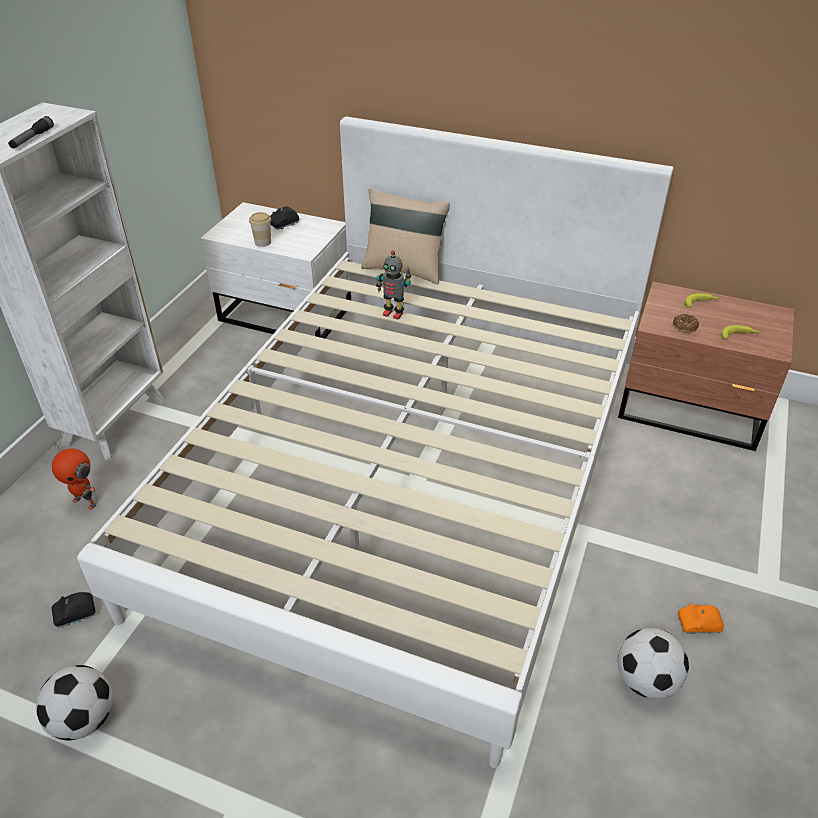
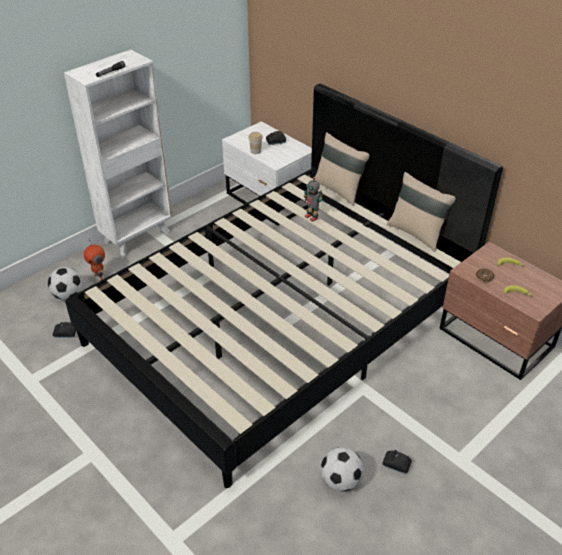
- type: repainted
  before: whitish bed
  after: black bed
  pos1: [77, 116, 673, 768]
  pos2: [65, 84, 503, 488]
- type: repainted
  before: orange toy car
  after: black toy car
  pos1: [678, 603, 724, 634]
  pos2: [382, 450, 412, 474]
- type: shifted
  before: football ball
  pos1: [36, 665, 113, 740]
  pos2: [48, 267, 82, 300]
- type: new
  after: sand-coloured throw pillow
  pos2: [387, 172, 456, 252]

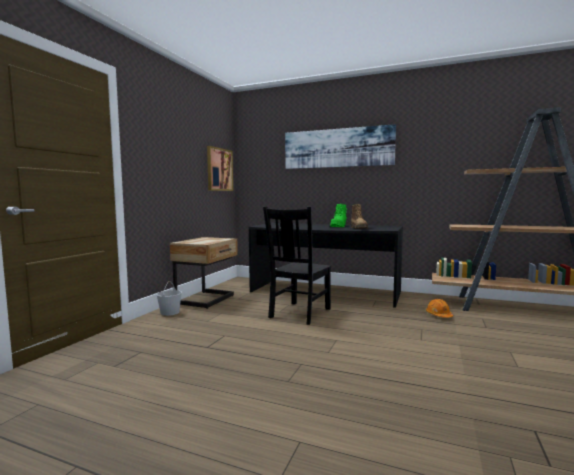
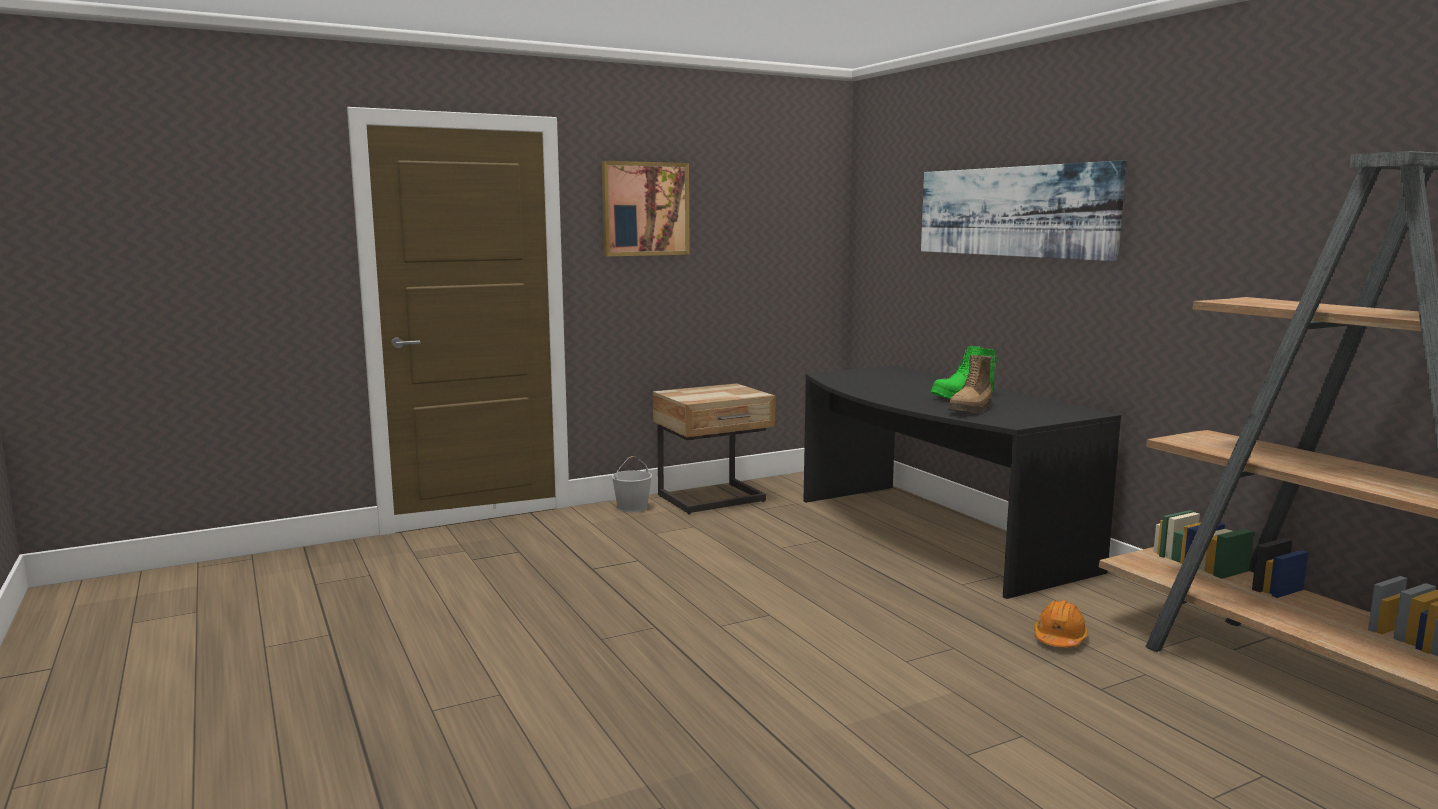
- type: shifted
  before: picture
  pos1: [207, 146, 233, 191]
  pos2: [602, 161, 690, 256]
- type: gone
  before: black upright chair
  pos1: [263, 206, 331, 325]

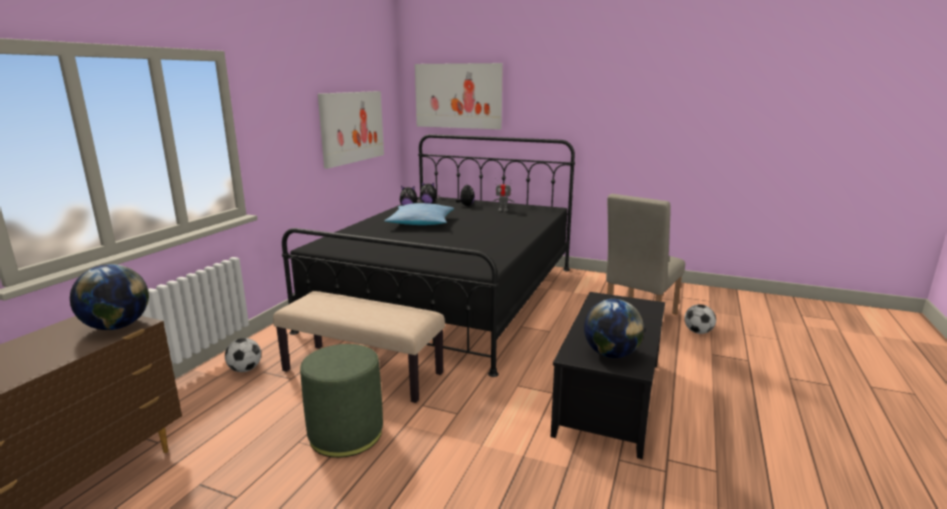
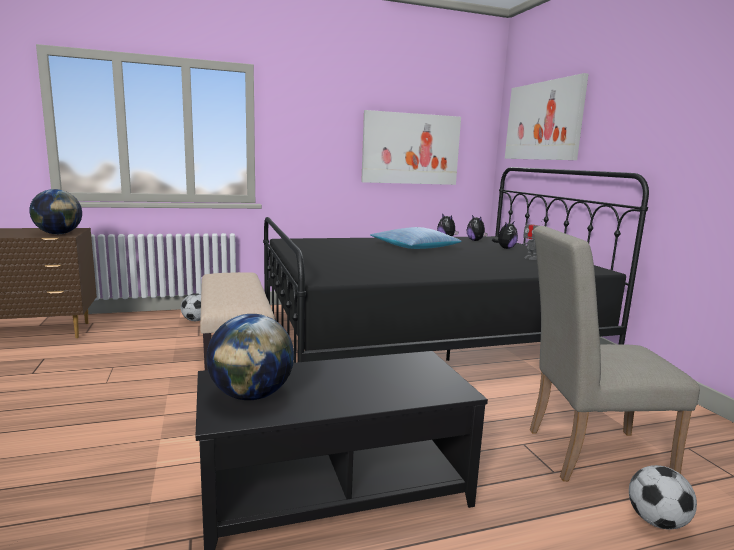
- type: gone
  before: green pouffe
  pos1: [300, 344, 383, 458]

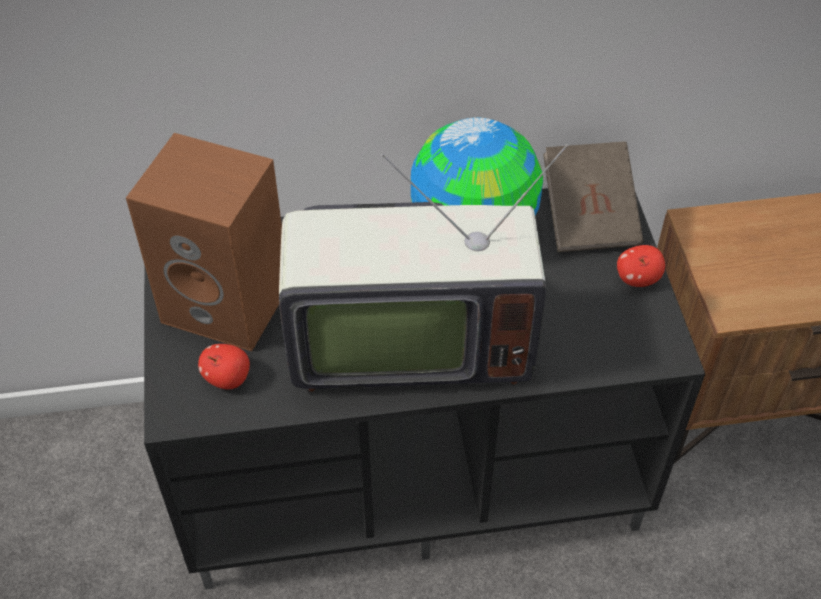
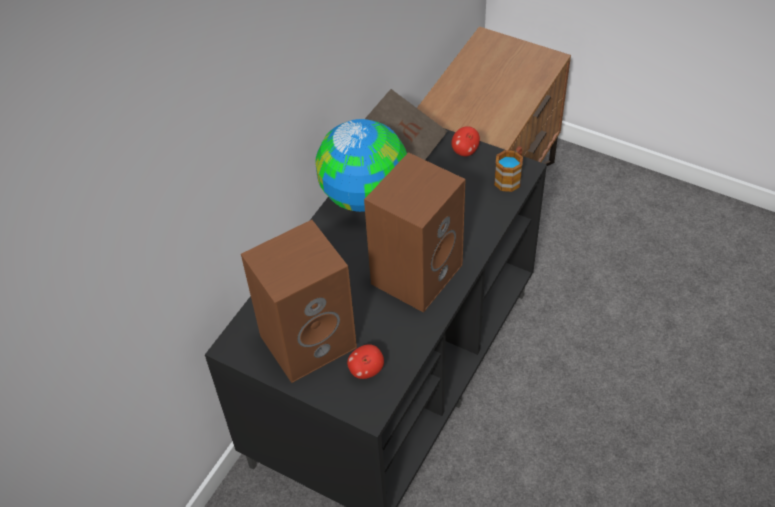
- type: swapped
  before: television
  after: brown-coloured audio speaker
  pos1: [279, 144, 569, 392]
  pos2: [364, 152, 466, 313]
- type: new
  after: coffee mug
  pos2: [494, 146, 523, 192]

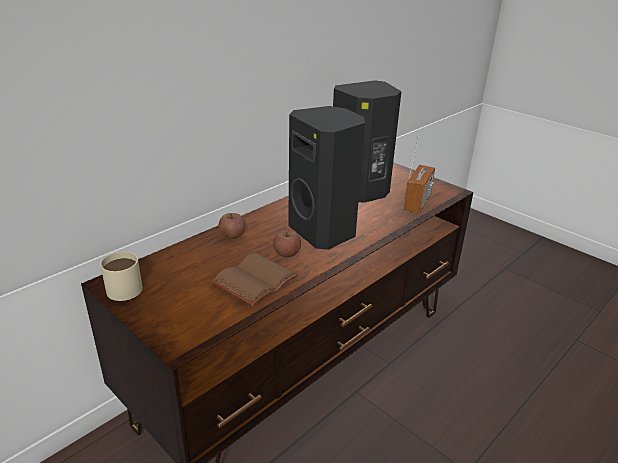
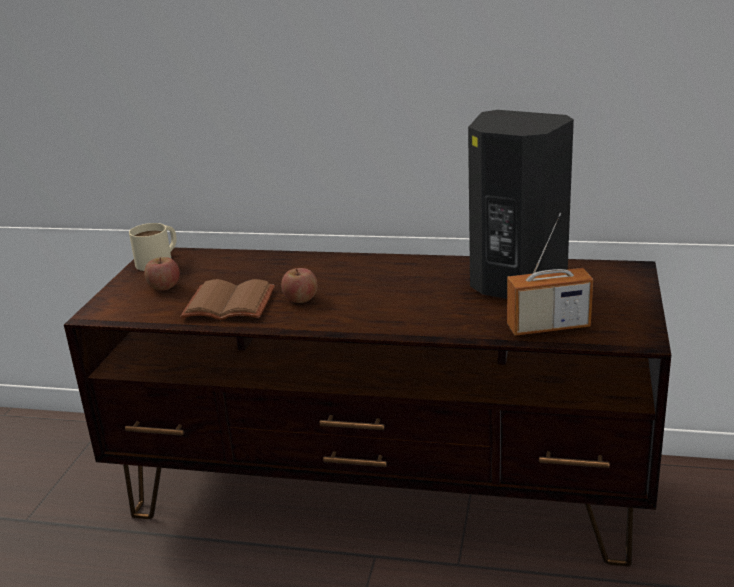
- type: gone
  before: black audio speaker
  pos1: [288, 106, 365, 250]
- type: shifted
  before: apple fruit
  pos1: [219, 213, 245, 239]
  pos2: [144, 257, 180, 290]

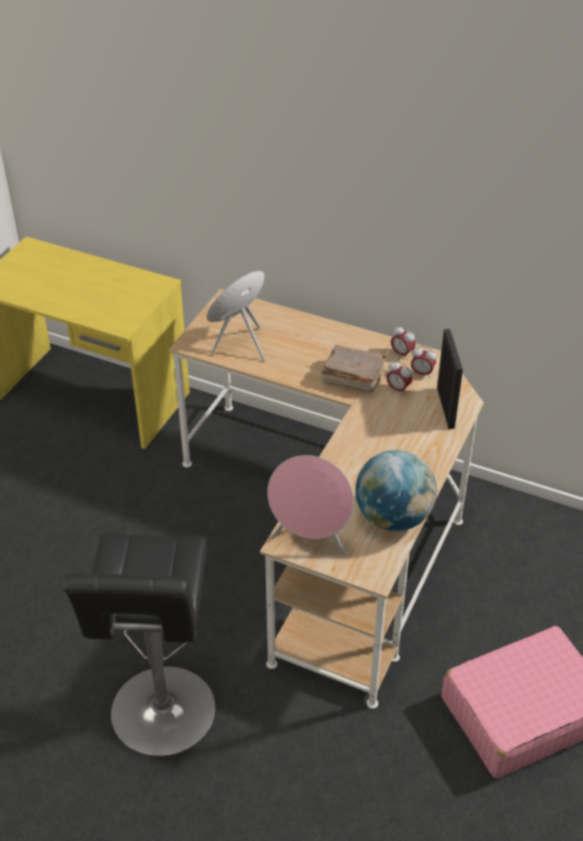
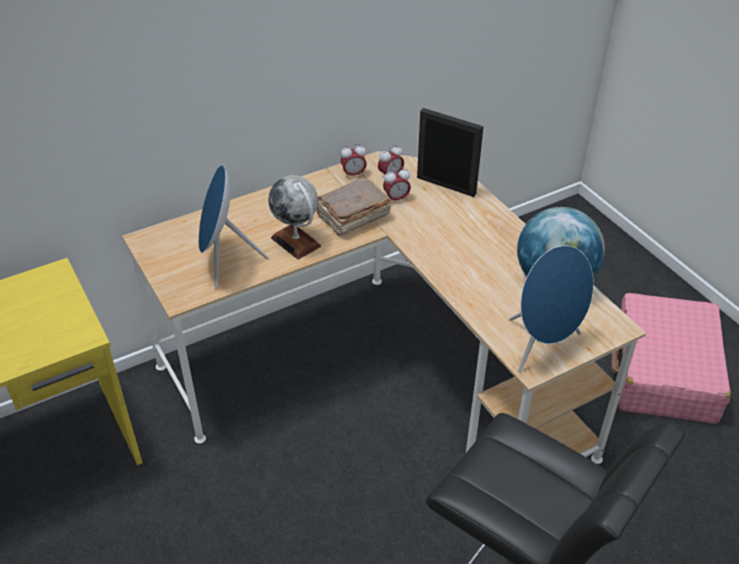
- type: repainted
  before: pink-coloured audio speaker
  after: blue-coloured audio speaker
  pos1: [267, 455, 354, 557]
  pos2: [509, 245, 594, 372]
- type: new
  after: desk globe
  pos2: [268, 175, 321, 260]

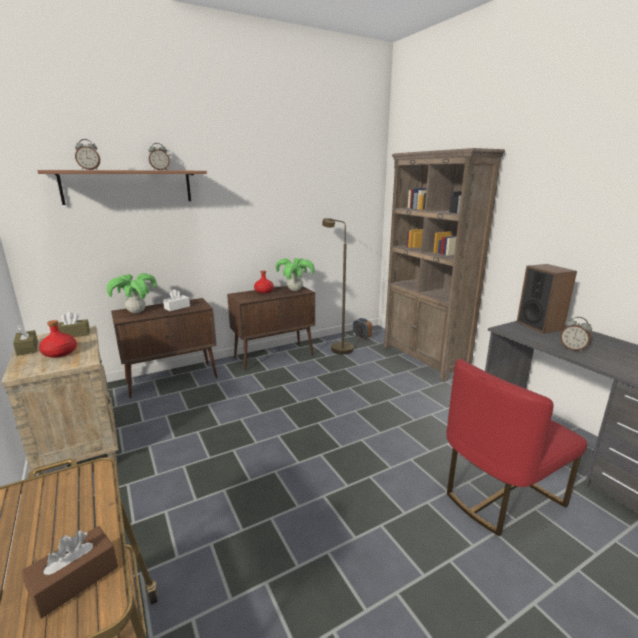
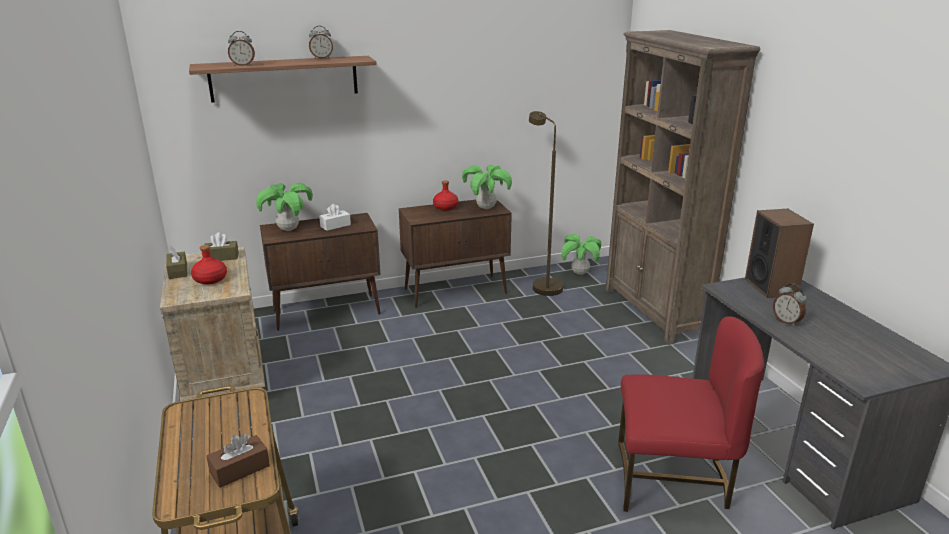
- type: swapped
  before: bedside clock
  after: potted plant
  pos1: [353, 318, 372, 340]
  pos2: [561, 233, 601, 275]
- type: rotated
  before: reddish upright chair
  pos1: [446, 359, 587, 536]
  pos2: [618, 316, 764, 512]
  turn: -150

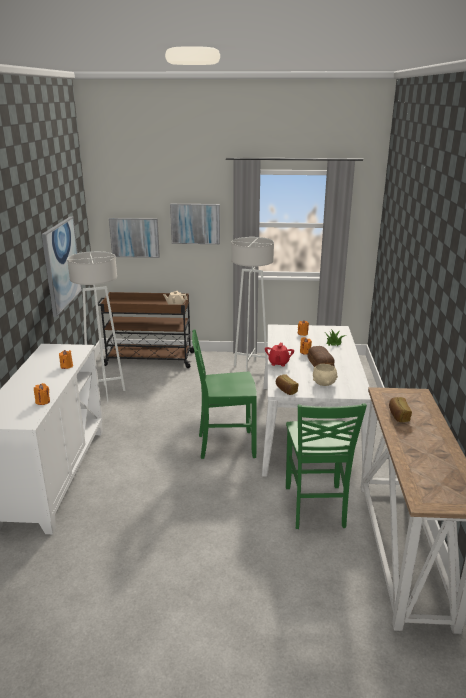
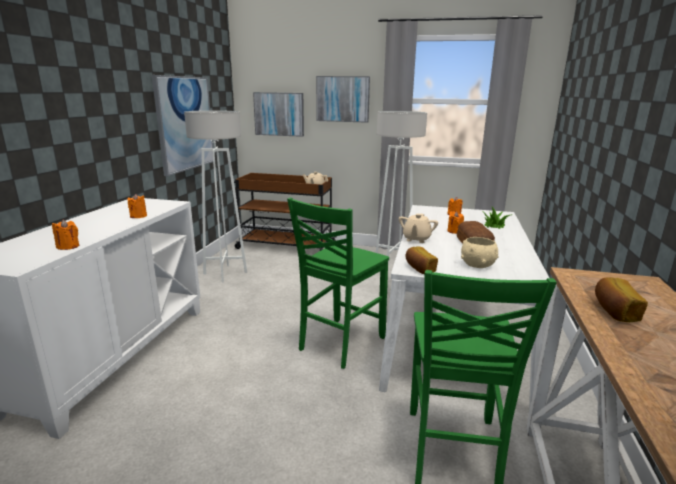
- type: rotated
  before: green upright chair
  pos1: [192, 330, 257, 459]
  pos2: [287, 198, 389, 369]
  turn: -60
- type: repainted
  before: reddish teapot
  after: sand-coloured teapot
  pos1: [265, 343, 294, 367]
  pos2: [399, 214, 438, 243]

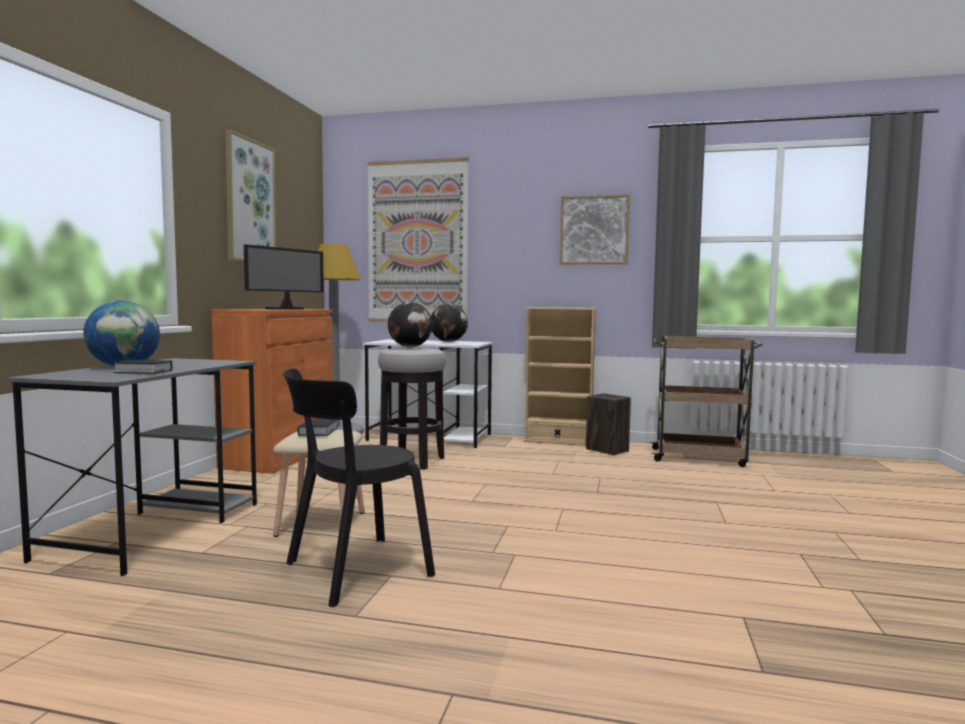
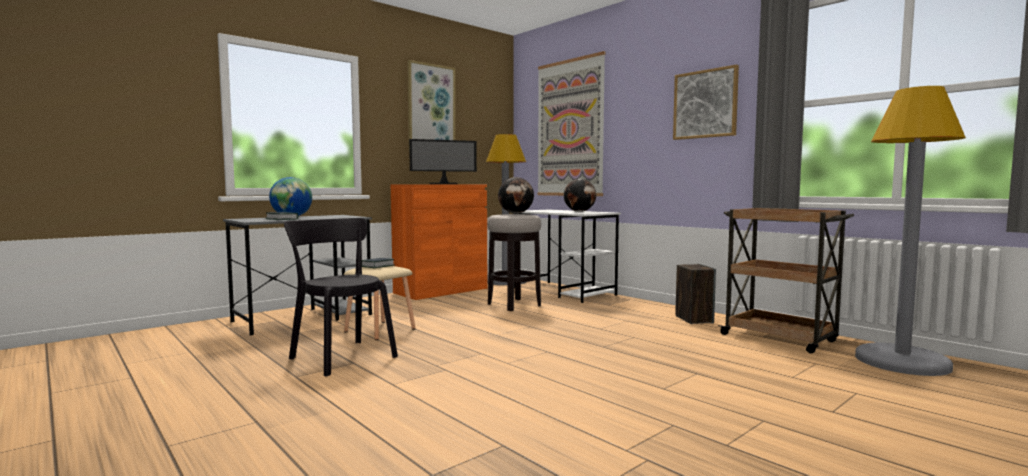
- type: gone
  before: sand-coloured shelving unit
  pos1: [523, 307, 597, 446]
- type: rotated
  before: black upright chair
  pos1: [282, 368, 435, 607]
  pos2: [284, 218, 398, 376]
  turn: 45
- type: new
  after: greyish standard lamp
  pos2: [855, 86, 966, 376]

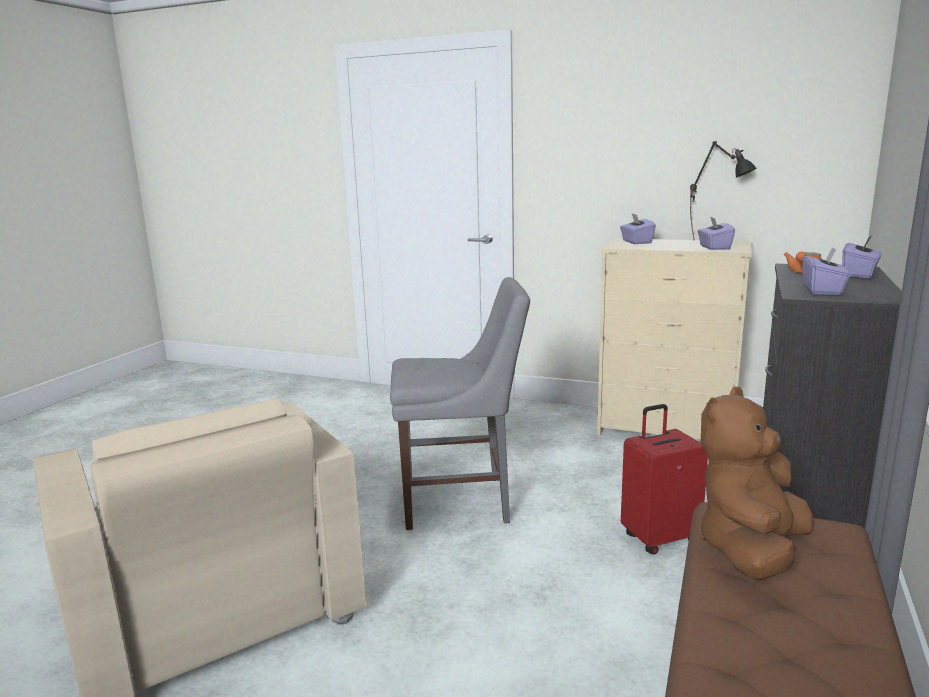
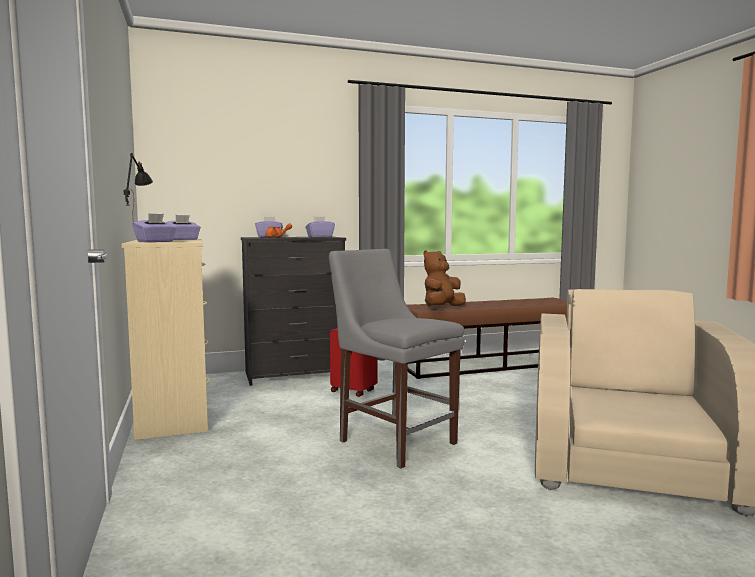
- type: rotated
  before: brown-coloured cuddly toy
  pos1: [698, 387, 814, 580]
  pos2: [423, 250, 466, 306]
  turn: 135

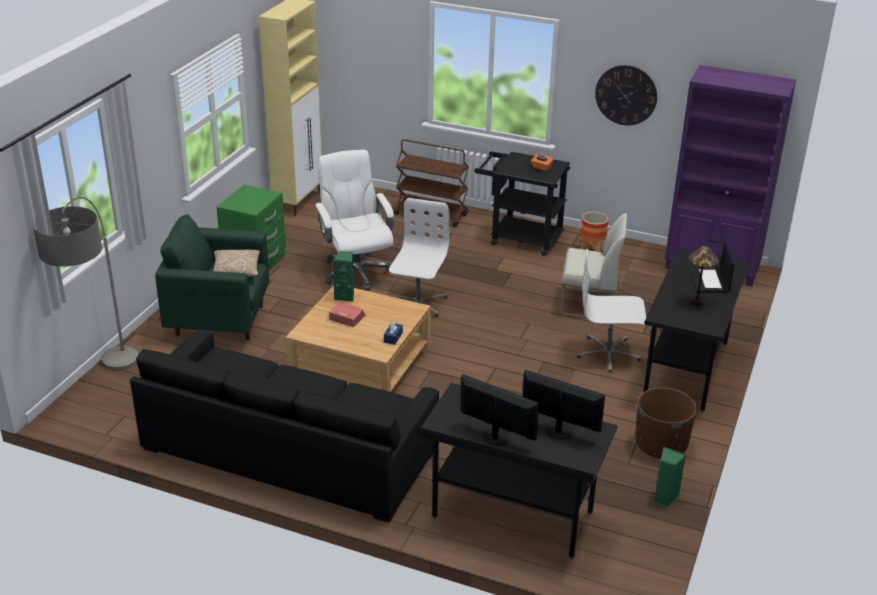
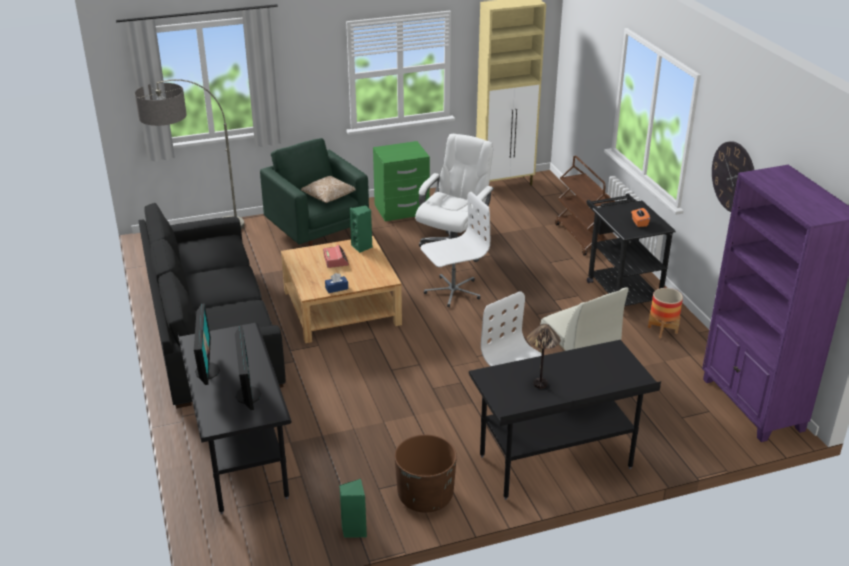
- type: gone
  before: notebook computer
  pos1: [689, 242, 735, 293]

